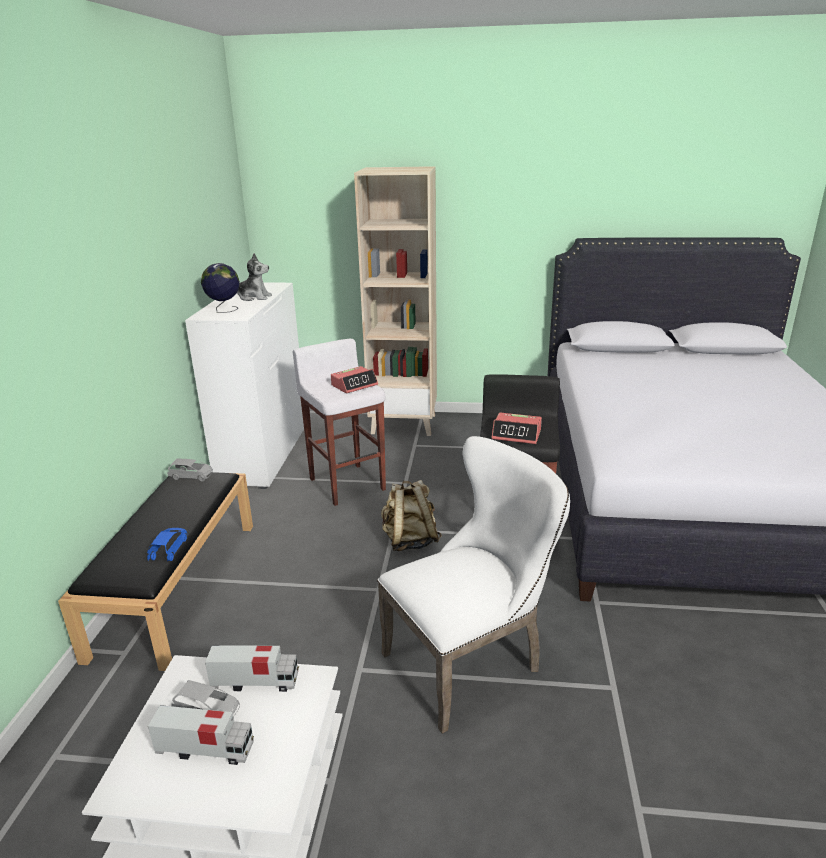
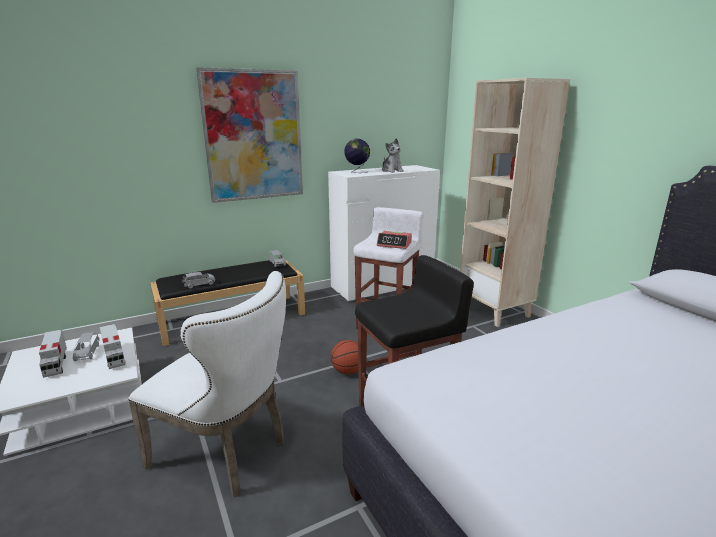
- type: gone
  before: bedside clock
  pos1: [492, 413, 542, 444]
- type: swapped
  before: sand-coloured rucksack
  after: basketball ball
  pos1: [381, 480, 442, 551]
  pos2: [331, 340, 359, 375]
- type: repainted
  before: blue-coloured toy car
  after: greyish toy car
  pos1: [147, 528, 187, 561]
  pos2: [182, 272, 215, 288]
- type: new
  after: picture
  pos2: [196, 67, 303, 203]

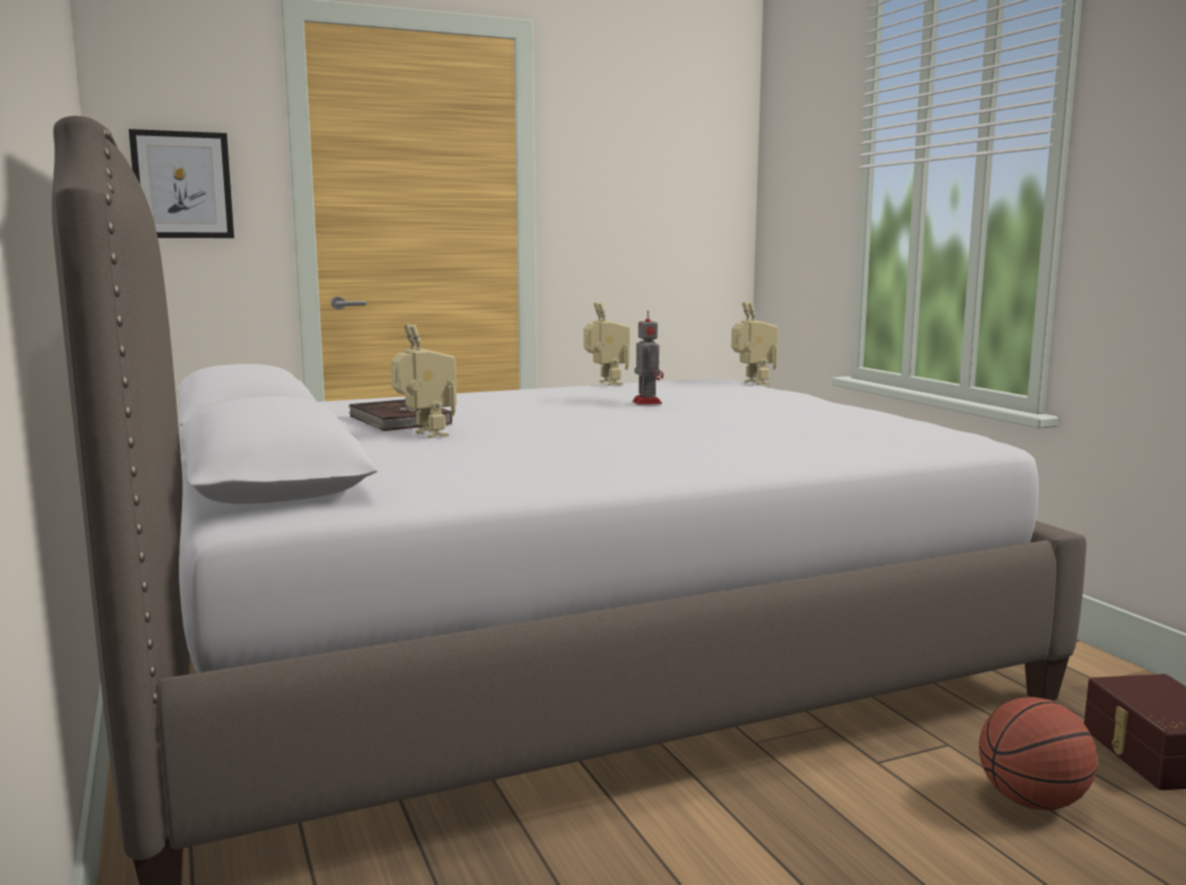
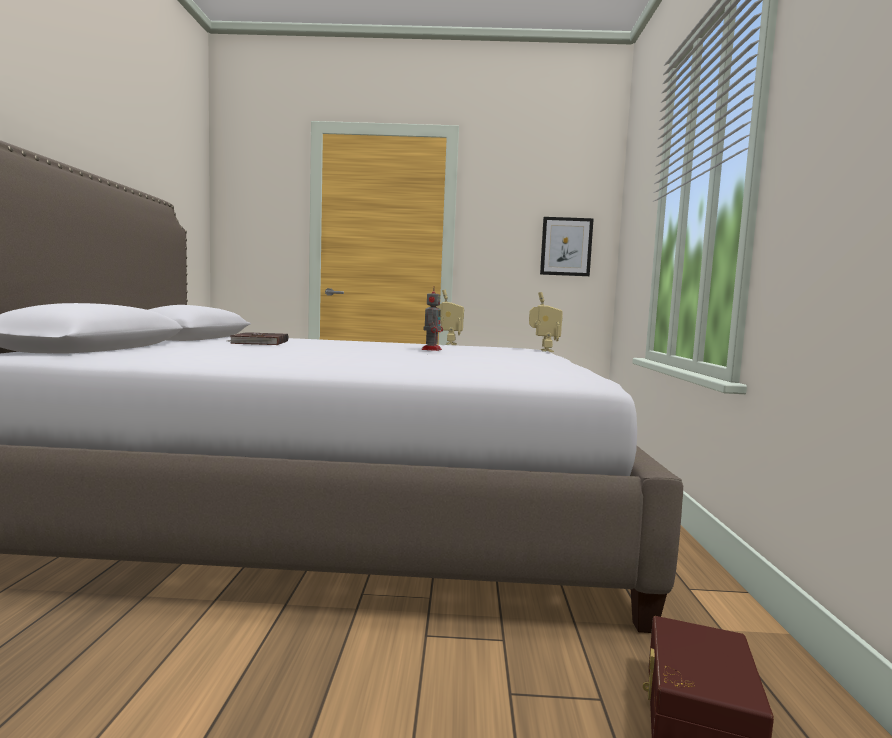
- type: shifted
  before: picture
  pos1: [129, 129, 234, 238]
  pos2: [540, 217, 594, 276]
- type: gone
  before: toy robot
  pos1: [391, 324, 457, 438]
- type: gone
  before: basketball ball
  pos1: [979, 697, 1097, 810]

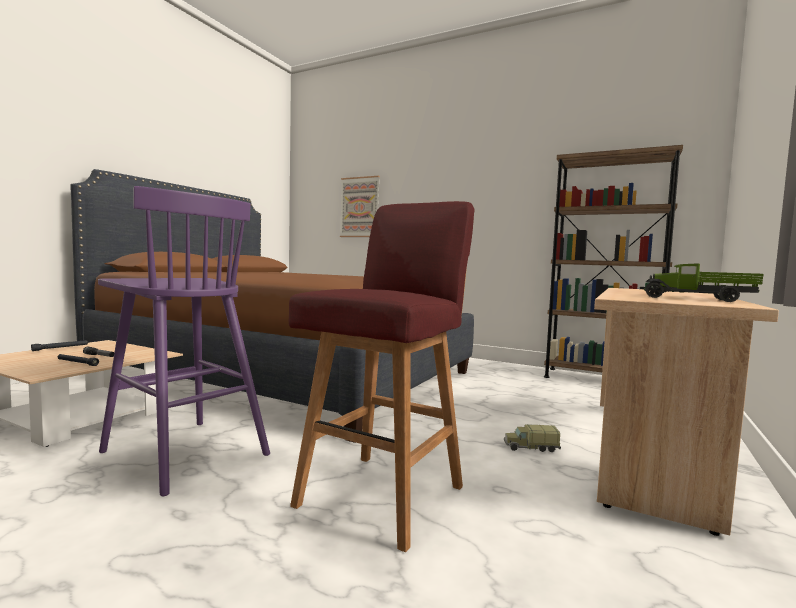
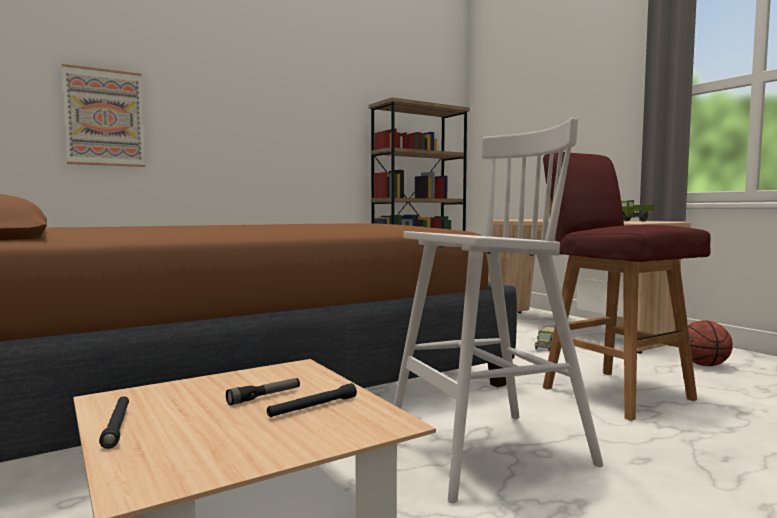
- type: repainted
  before: purplish sitting stool
  after: whitish sitting stool
  pos1: [98, 186, 270, 496]
  pos2: [393, 118, 604, 504]
- type: new
  after: basketball ball
  pos2: [688, 320, 733, 366]

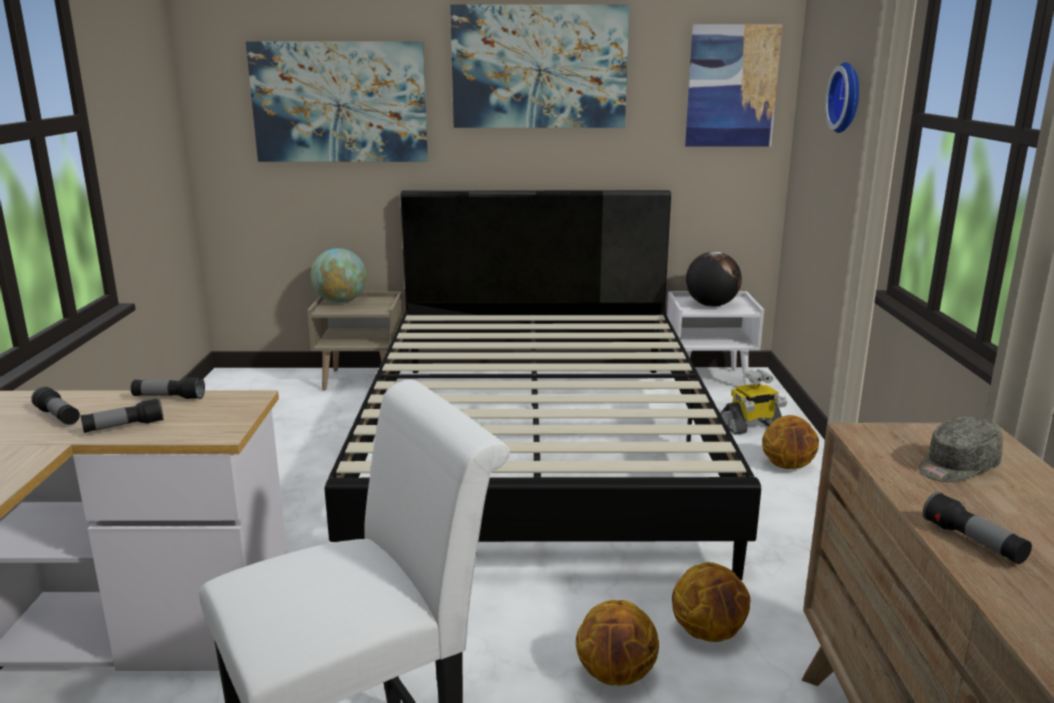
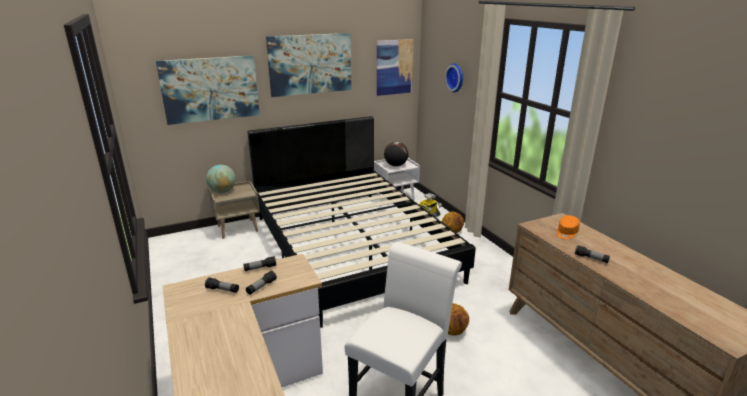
- type: repainted
  before: greyish baseball cap
  after: orange baseball cap
  pos1: [918, 417, 1003, 482]
  pos2: [557, 215, 580, 240]
- type: gone
  before: basketball ball
  pos1: [672, 562, 750, 642]

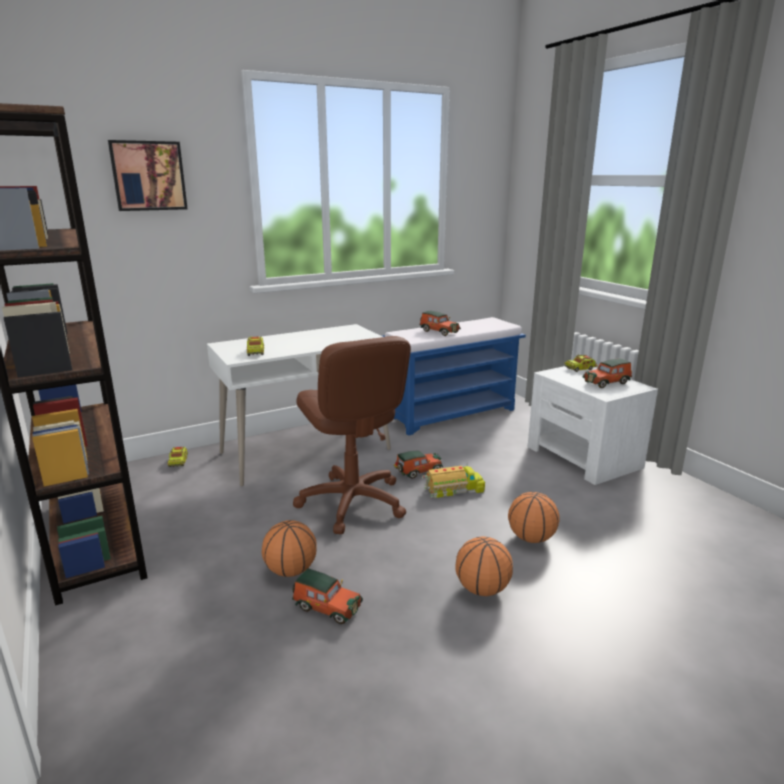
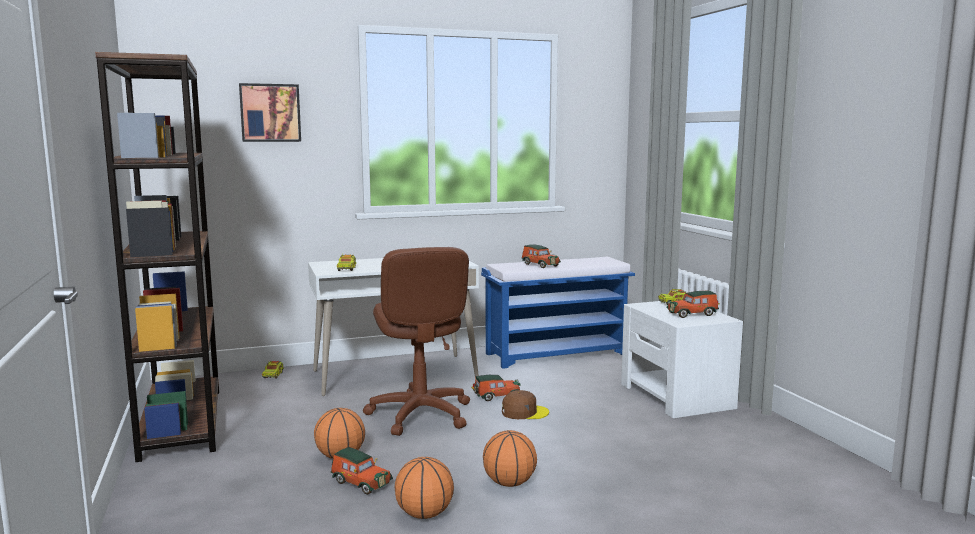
- type: swapped
  before: model truck
  after: brown-coloured baseball cap
  pos1: [422, 464, 485, 499]
  pos2: [502, 390, 549, 419]
- type: shifted
  before: basketball ball
  pos1: [508, 492, 560, 543]
  pos2: [395, 457, 454, 519]

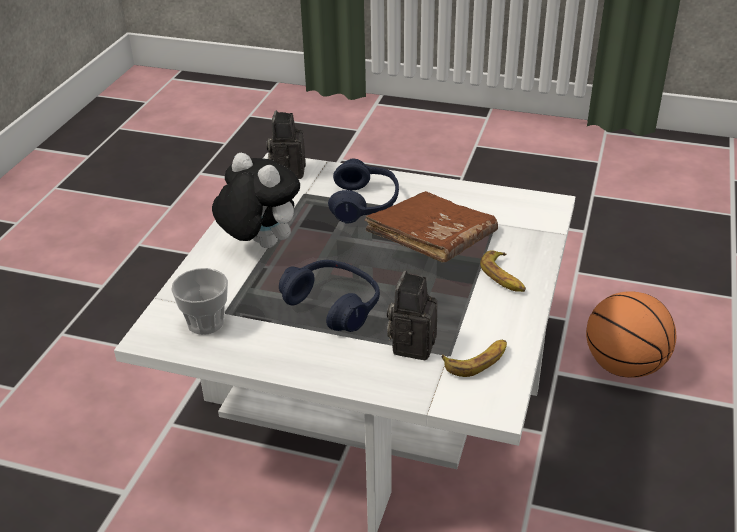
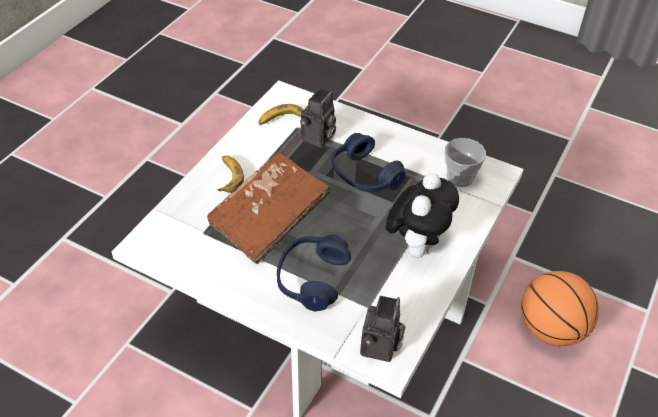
- type: rotated
  before: cuddly toy
  pos1: [212, 153, 300, 248]
  pos2: [386, 173, 459, 258]
  turn: -120
- type: shifted
  before: basketball ball
  pos1: [586, 291, 676, 378]
  pos2: [521, 271, 599, 346]

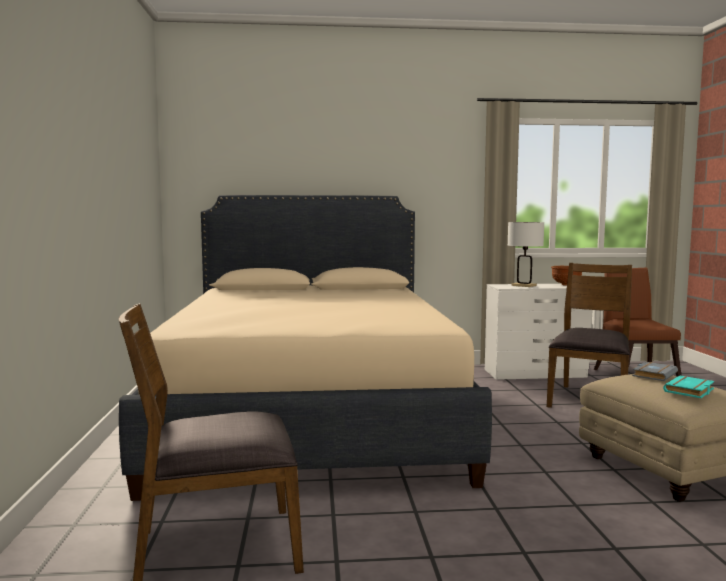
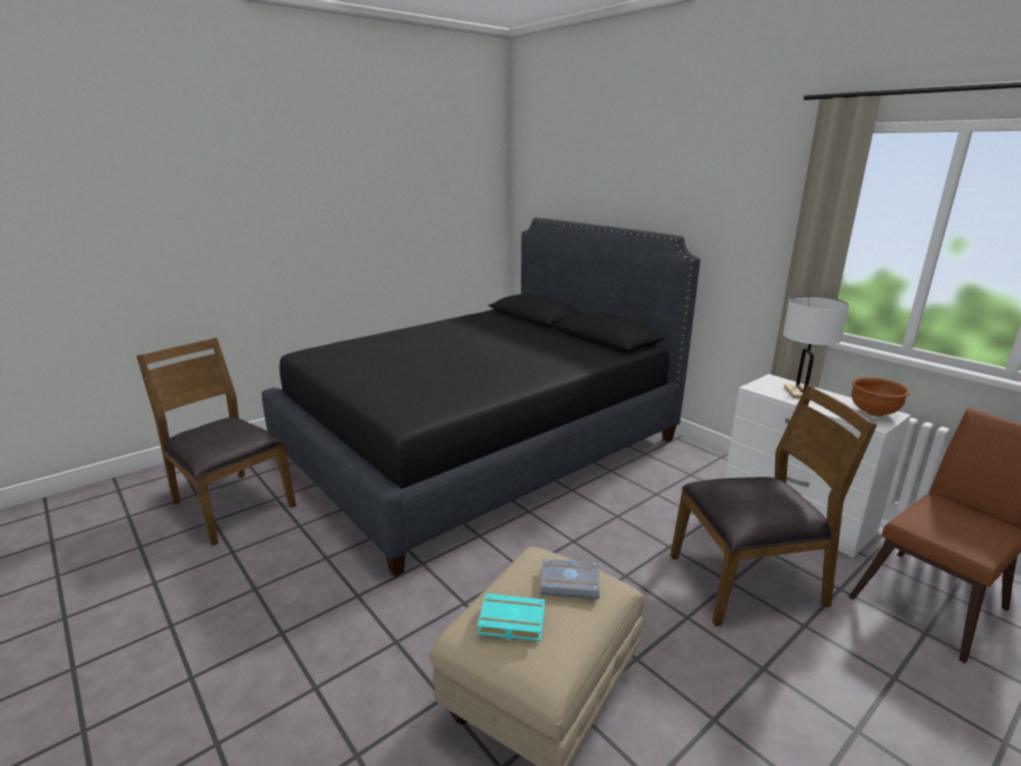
- type: repainted
  before: sand-coloured bed
  after: black bed
  pos1: [119, 195, 492, 501]
  pos2: [262, 217, 700, 577]

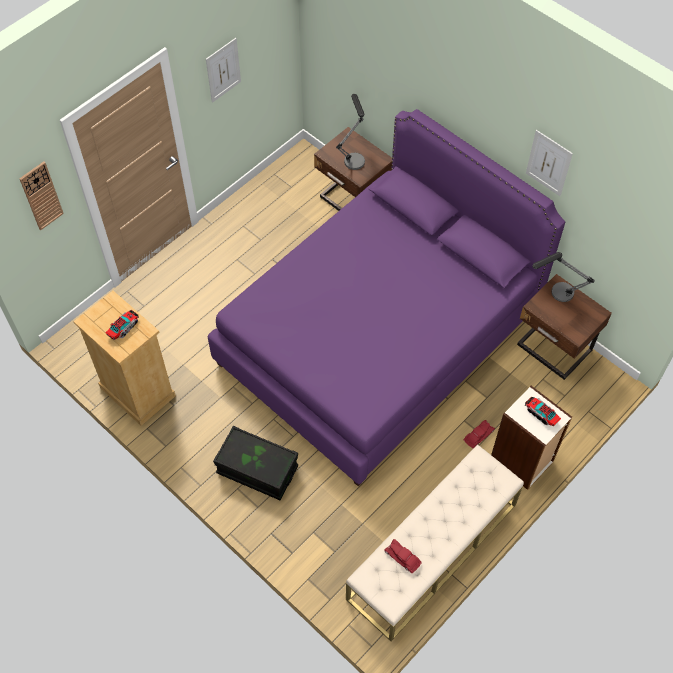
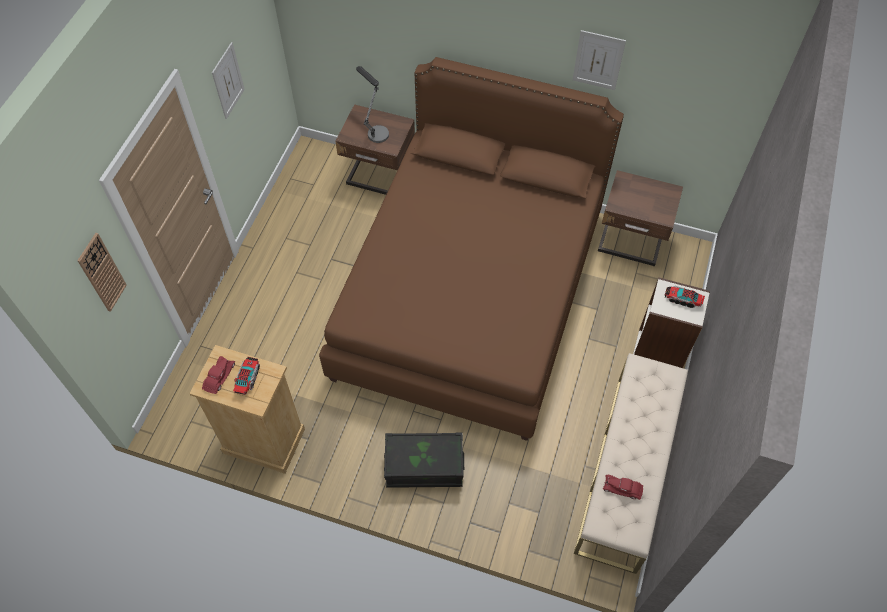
- type: repainted
  before: purplish bed
  after: brown-coloured bed
  pos1: [208, 109, 565, 486]
  pos2: [319, 57, 624, 441]
- type: gone
  before: lamp for a table
  pos1: [533, 252, 595, 302]
- type: shifted
  before: reddish toy car
  pos1: [464, 420, 495, 448]
  pos2: [202, 356, 235, 394]

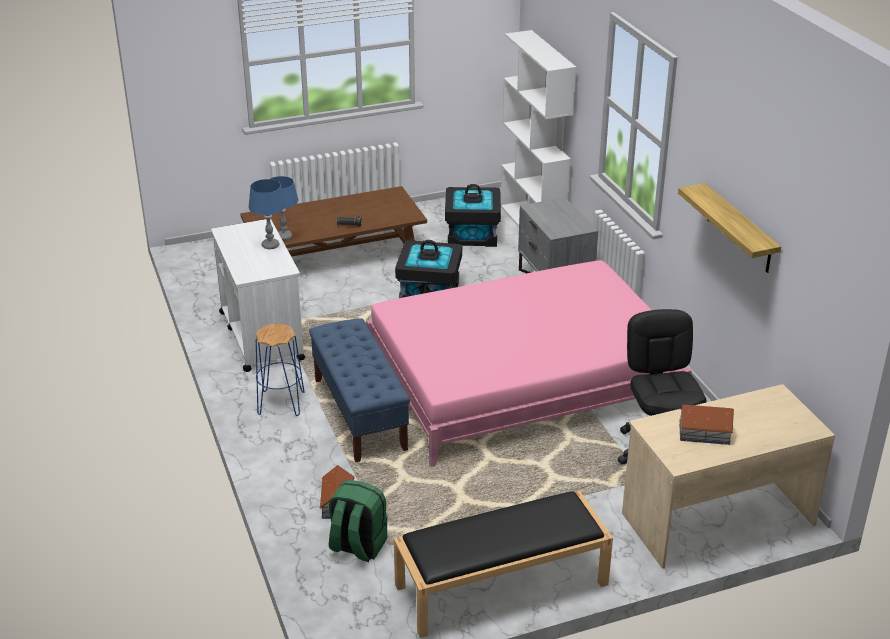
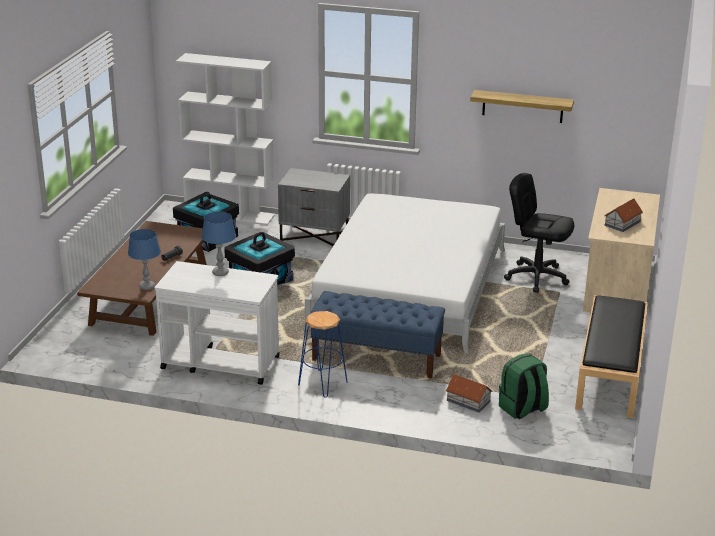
- type: repainted
  before: pink-coloured bed
  after: whitish bed
  pos1: [366, 260, 692, 467]
  pos2: [303, 193, 505, 354]

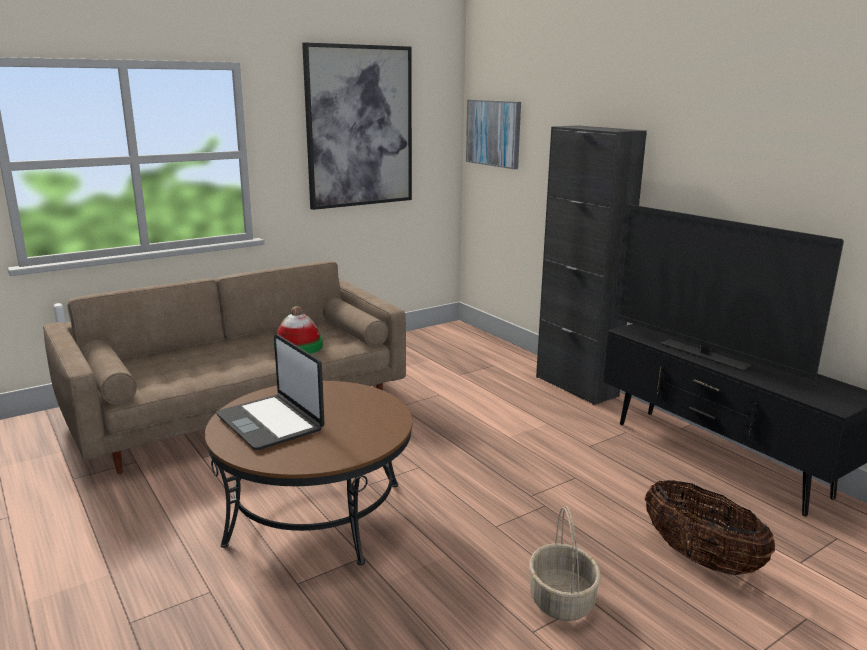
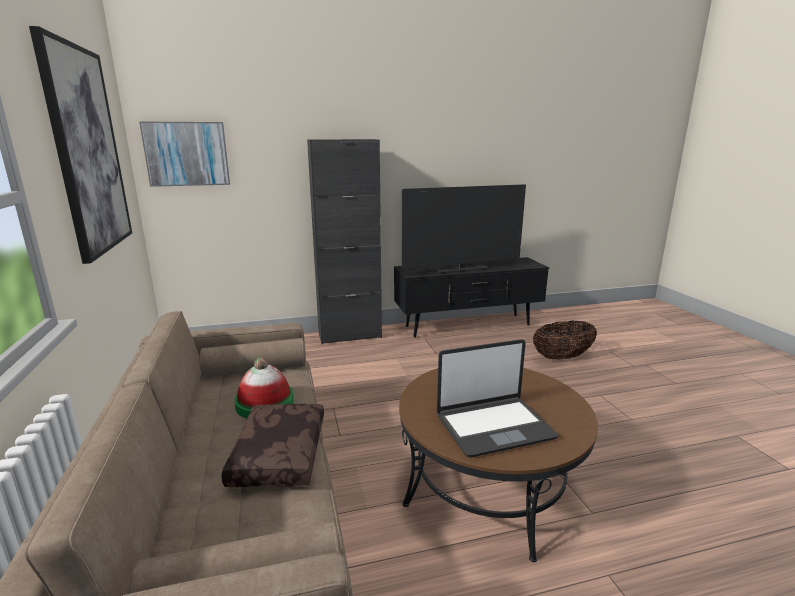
- type: gone
  before: storage basket
  pos1: [529, 506, 601, 621]
- type: new
  after: brown-coloured throw pillow
  pos2: [221, 404, 324, 487]

